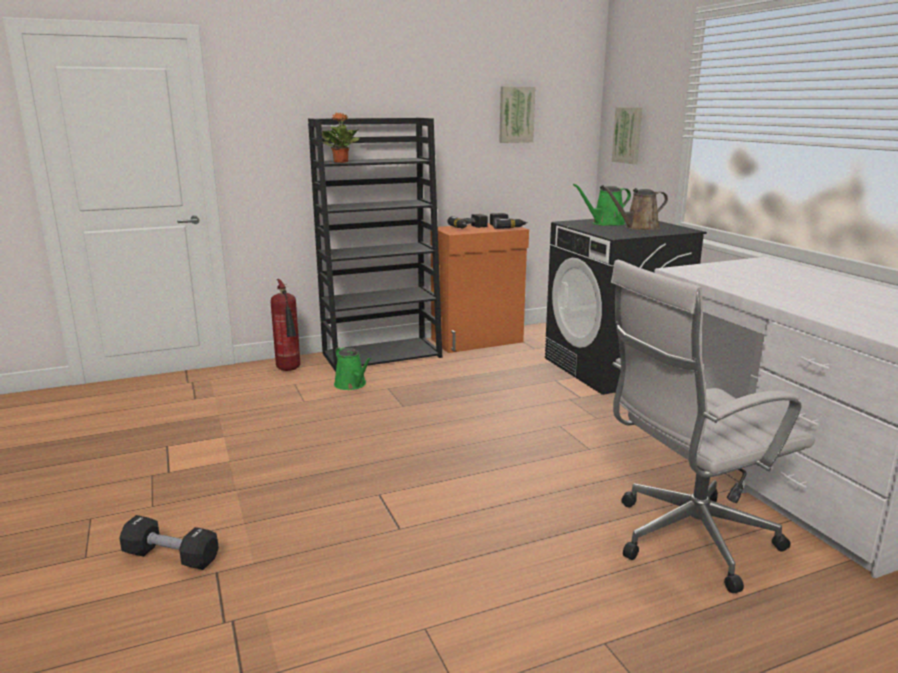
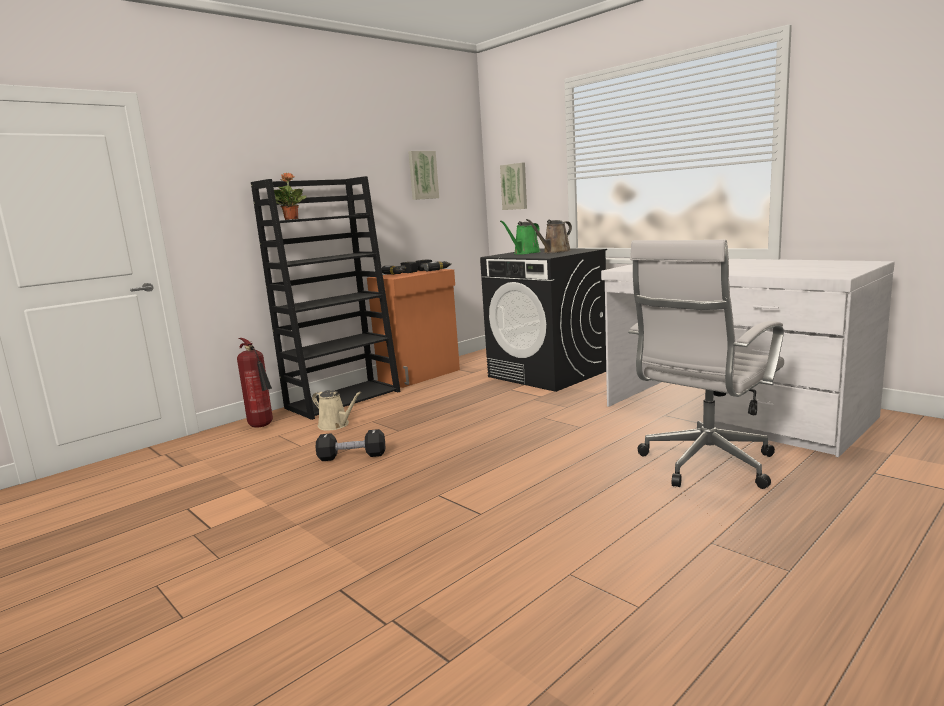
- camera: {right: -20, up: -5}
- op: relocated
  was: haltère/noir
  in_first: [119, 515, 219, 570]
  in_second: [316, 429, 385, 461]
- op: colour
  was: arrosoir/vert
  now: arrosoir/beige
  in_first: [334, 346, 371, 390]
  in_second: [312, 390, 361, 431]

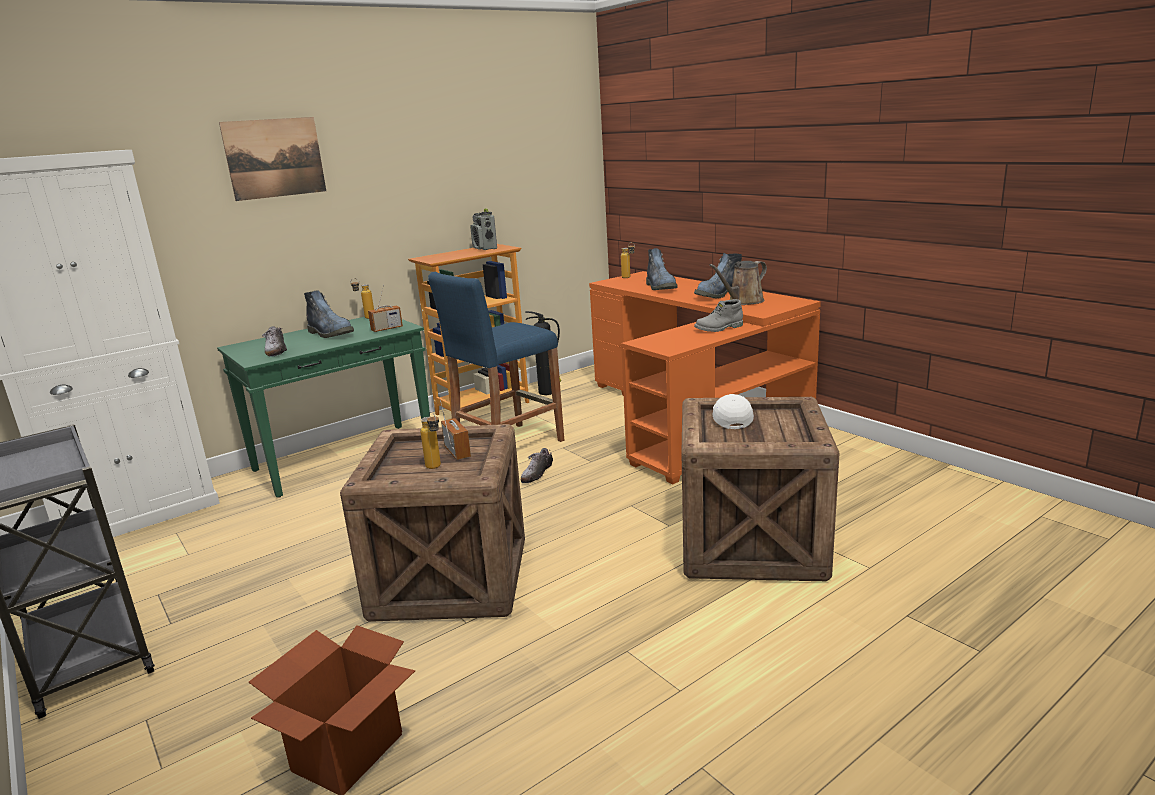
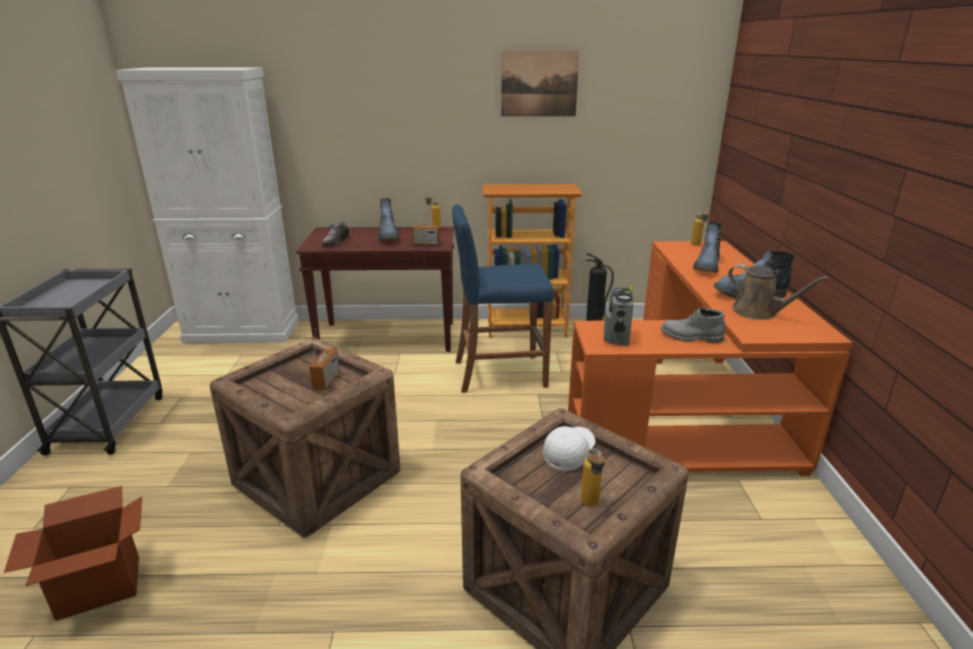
- camera: {right: 35, up: 5}
- op: missing
  was: chaussure
  in_first: [521, 448, 553, 483]
- op: relocated
  was: tableau
  in_first: [219, 117, 326, 201]
  in_second: [501, 51, 579, 117]
- op: relocated
  was: bouteille
  in_first: [420, 412, 441, 469]
  in_second: [581, 448, 605, 507]
- op: relocated
  was: radio
  in_first: [470, 208, 497, 250]
  in_second: [604, 285, 633, 346]
- op: colour
  was: table console/vert
  now: table console/marron
  in_first: [217, 317, 430, 498]
  in_second: [296, 227, 454, 352]
- op: spun
  was: arrosoir/marron
  in_first: [709, 261, 767, 305]
  in_second: [728, 264, 829, 320]
  clockwise: -135

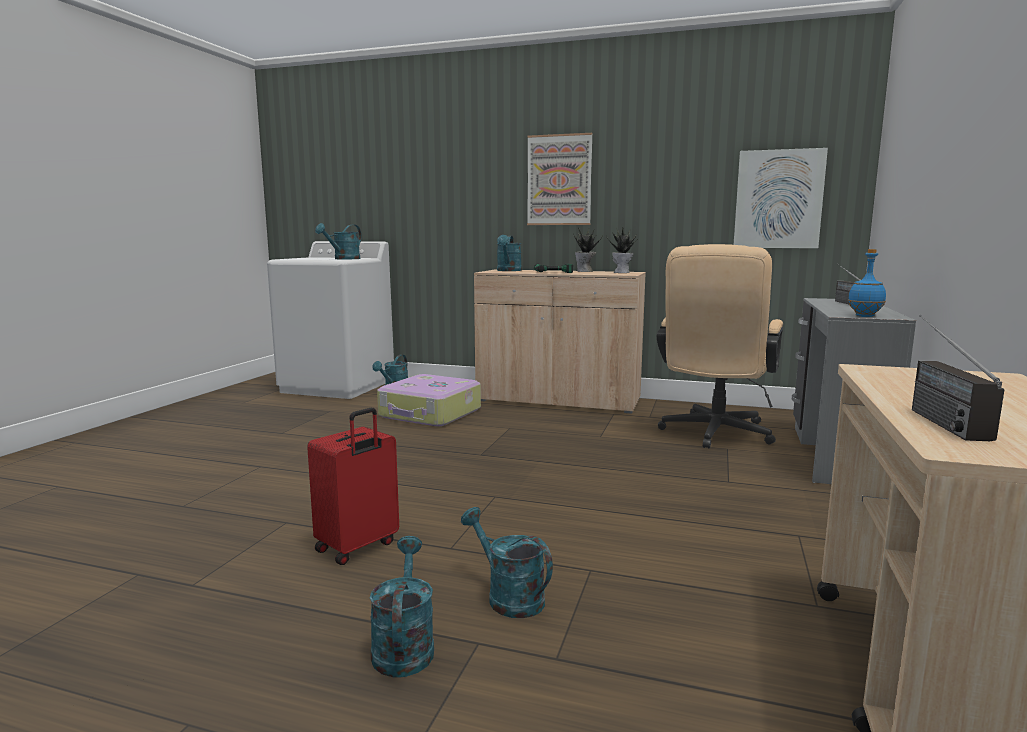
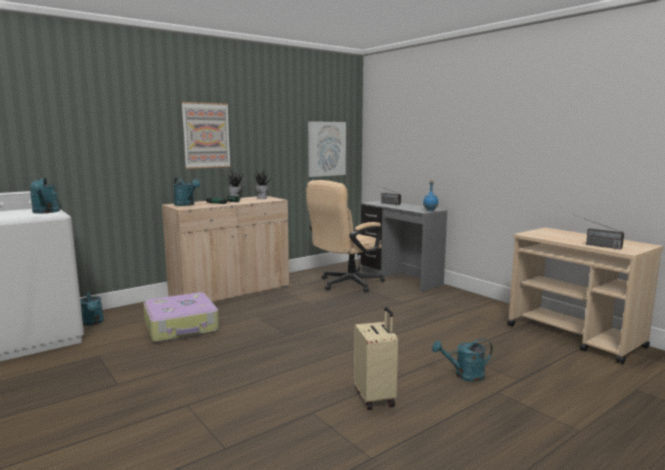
- camera: {right: -55, up: 0}
- op: missing
  was: arrosoir/turquoise
  in_first: [370, 536, 434, 678]
- op: colour
  was: valise/rouge
  now: valise/beige
  in_first: [307, 408, 399, 565]
  in_second: [354, 307, 398, 410]
- op: spun
  was: chaise de bureau/beige
  in_first: [657, 244, 783, 449]
  in_second: [306, 180, 385, 292]
  clockwise: 75

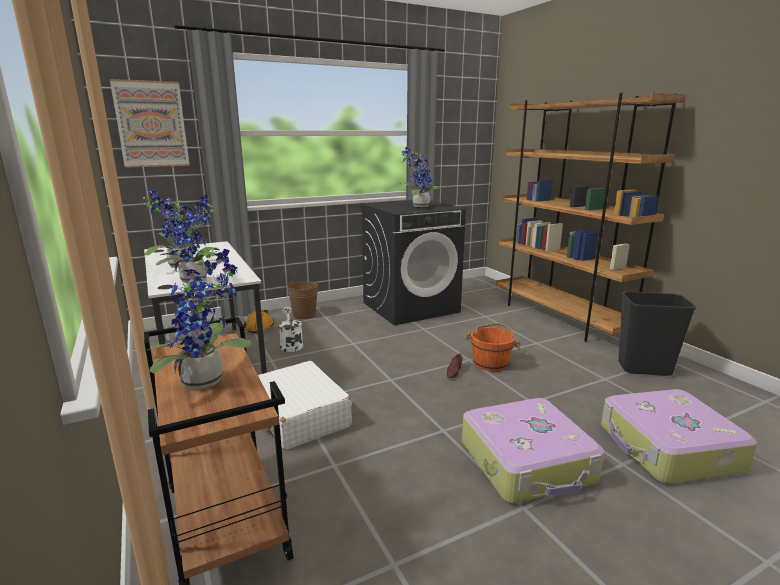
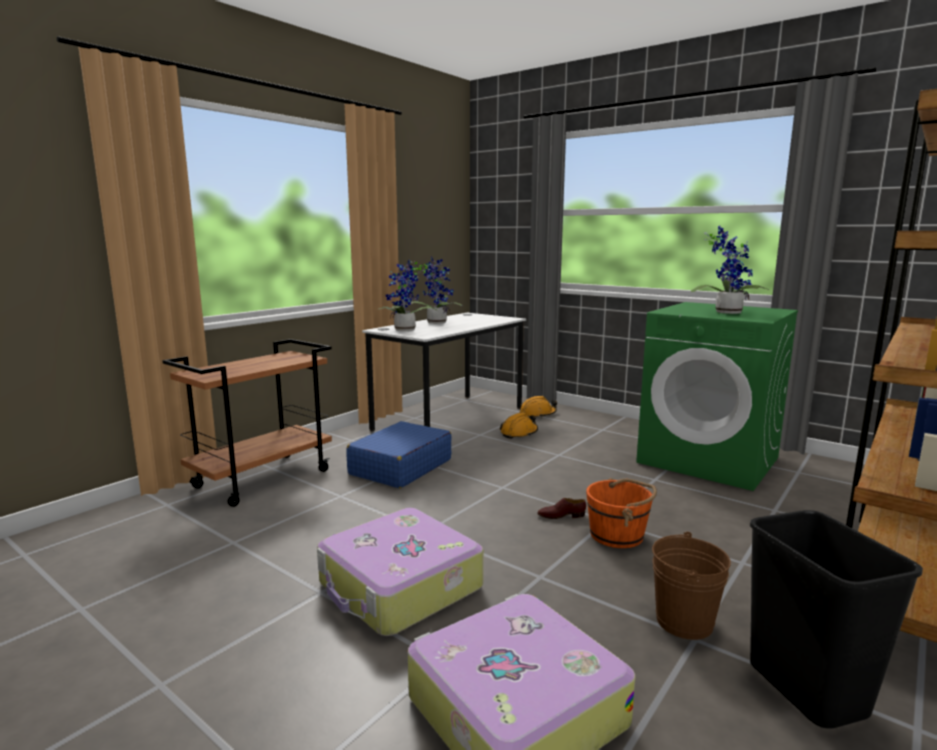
- camera: {right: 65, up: -5}
- op: missing
  was: tableau
  in_first: [110, 79, 190, 168]
- op: missing
  was: plante en pot
  in_first: [147, 249, 252, 389]
- op: relocated
  was: seau/marron
  in_first: [287, 281, 318, 319]
  in_second: [652, 532, 731, 640]
- op: exchanged
  was: arrosoir/blanc
  now: casque de chantier/orange
  in_first: [279, 307, 303, 352]
  in_second: [500, 412, 538, 439]
- op: colour
  was: valise/blanc
  now: valise/bleu
  in_first: [258, 361, 352, 450]
  in_second: [346, 421, 452, 488]
- op: colour
  was: lave-linge/noir
  now: lave-linge/vert
  in_first: [361, 200, 466, 325]
  in_second: [636, 302, 798, 491]

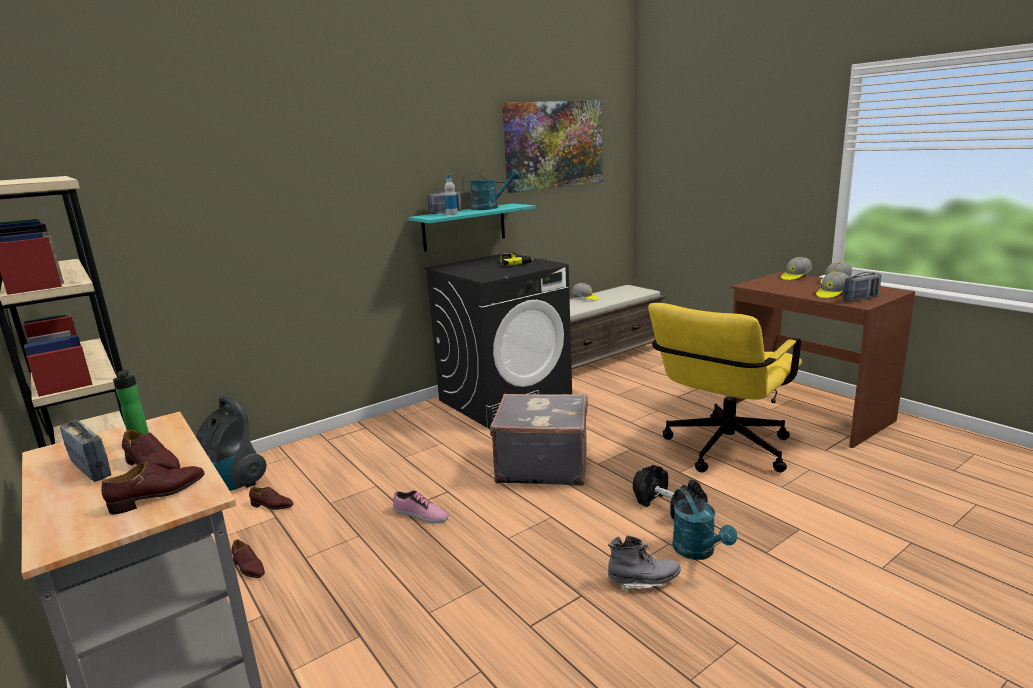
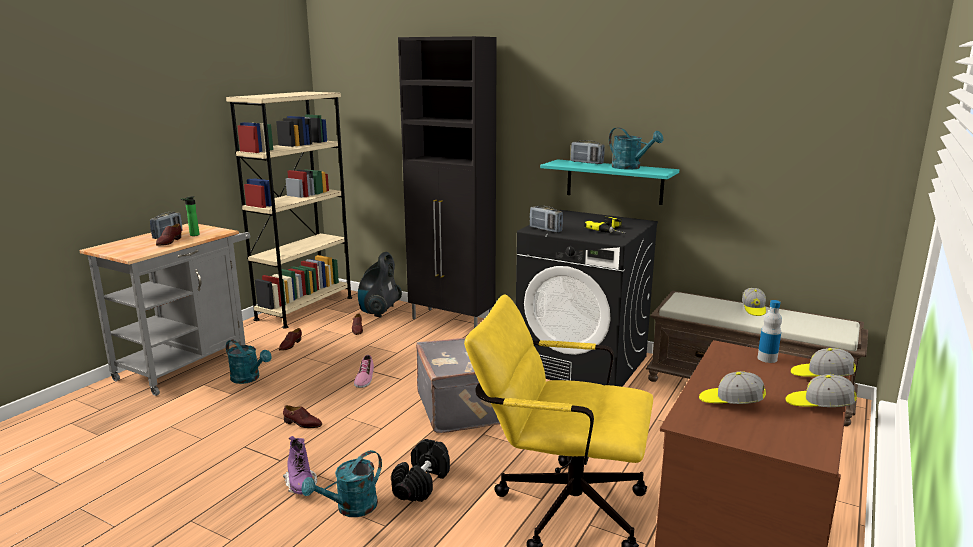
- camera: {right: 65, up: 0}
- op: missing
  was: tableau
  in_first: [502, 100, 603, 193]
- op: appeared
  now: arrosoir/turquoise
  in_second: [226, 340, 272, 384]
- op: appeared
  now: meuble de rangement/noir
  in_second: [398, 36, 497, 328]
- op: relocated
  was: chaussure/marron
  in_first: [101, 462, 205, 514]
  in_second: [283, 405, 322, 428]
- op: relocated
  was: bouteille
  in_first: [444, 175, 458, 215]
  in_second: [757, 300, 782, 363]
- op: relocated
  was: radio
  in_first: [843, 272, 881, 302]
  in_second: [530, 206, 563, 233]
- op: colour
  was: botte/gris
  now: botte/violet
  in_first: [608, 536, 681, 593]
  in_second: [283, 436, 317, 494]

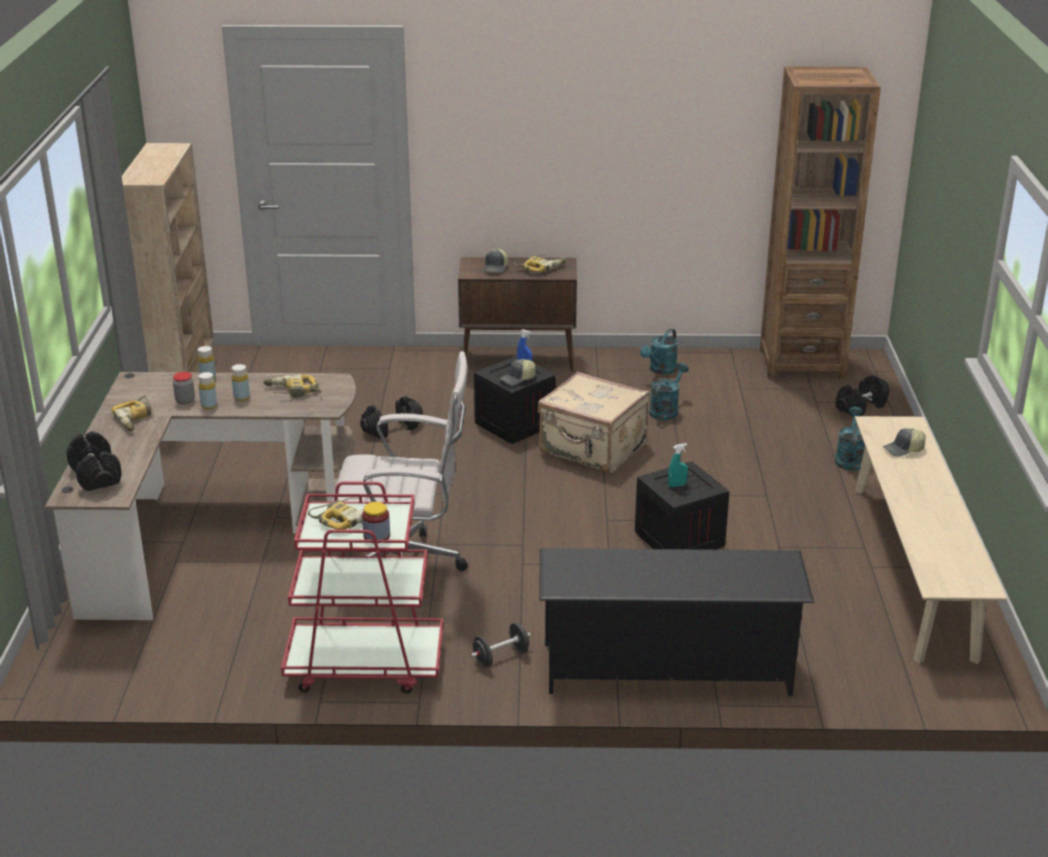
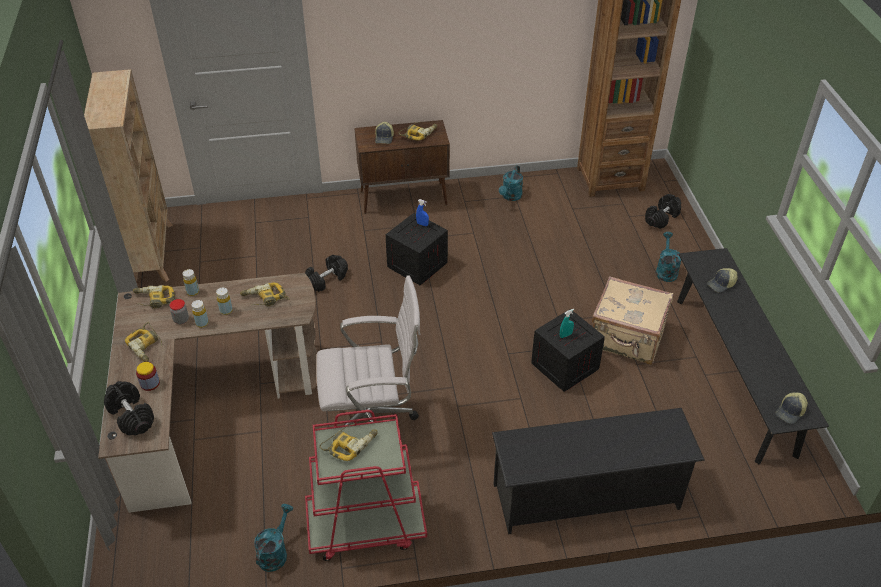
- camera: {right: -10, up: 15}
- op: missing
  was: haltère/noir
  in_first: [471, 623, 531, 667]
- op: appeared
  now: perceuse
  in_second: [133, 285, 175, 309]
- op: relocated
  was: bocal
  in_first: [362, 502, 390, 540]
  in_second: [136, 362, 160, 391]
- op: relocated
  was: casquette
  in_first: [499, 359, 536, 386]
  in_second: [775, 392, 808, 424]
- op: relocated
  was: valise/beige
  in_first: [538, 372, 649, 473]
  in_second: [591, 276, 674, 365]
- op: relocated
  was: arrosoir/turquoise
  in_first: [649, 363, 689, 420]
  in_second: [254, 504, 293, 572]
- op: colour
  was: banc/beige
  now: banc/noir
  in_first: [855, 416, 1007, 664]
  in_second: [677, 248, 829, 464]

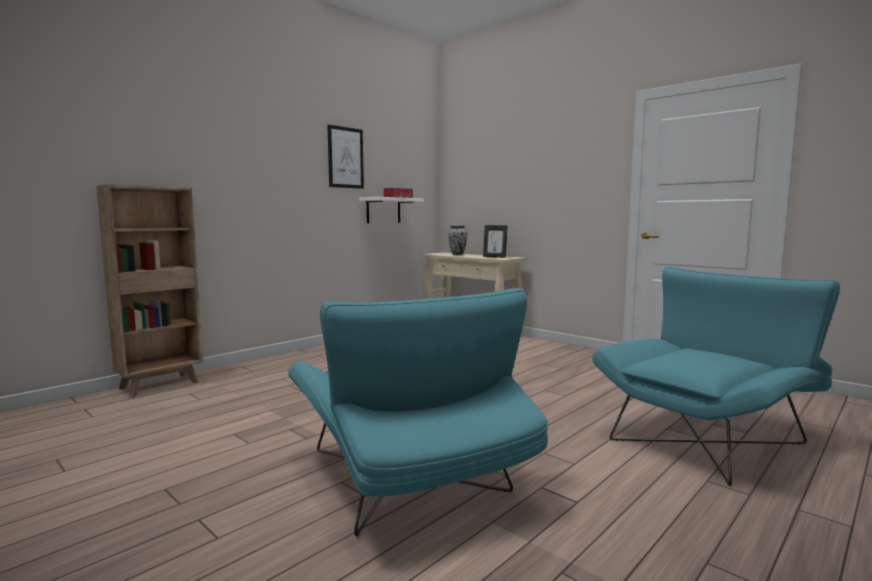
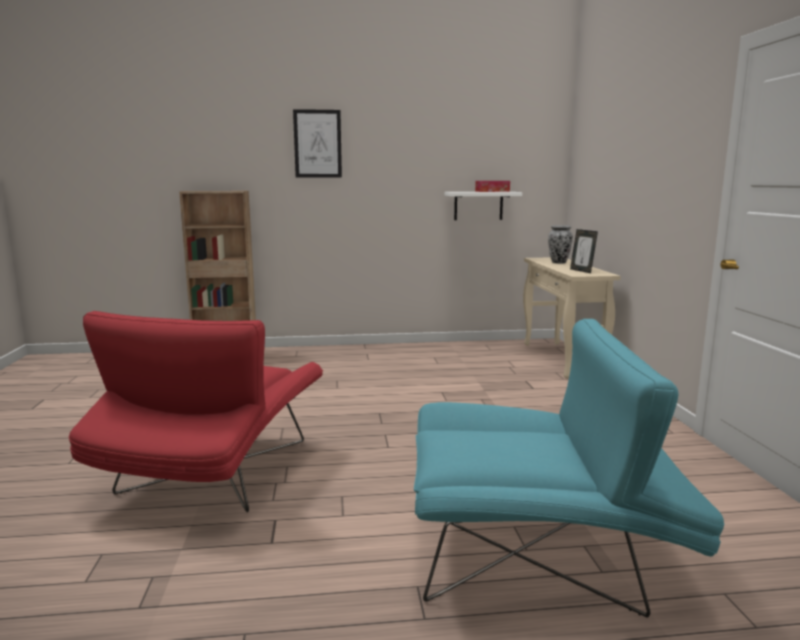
- camera: {right: 40, up: 5}
- op: relocated
  was: tableau
  in_first: [328, 125, 364, 189]
  in_second: [293, 109, 342, 178]
- op: colour
  was: fauteuil/turquoise
  now: fauteuil/rouge
  in_first: [287, 288, 548, 536]
  in_second: [69, 311, 323, 512]

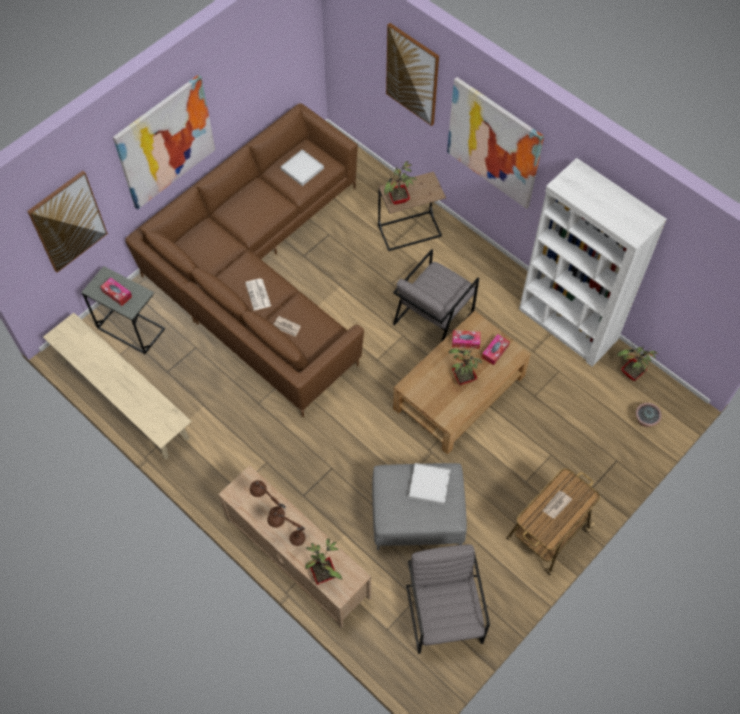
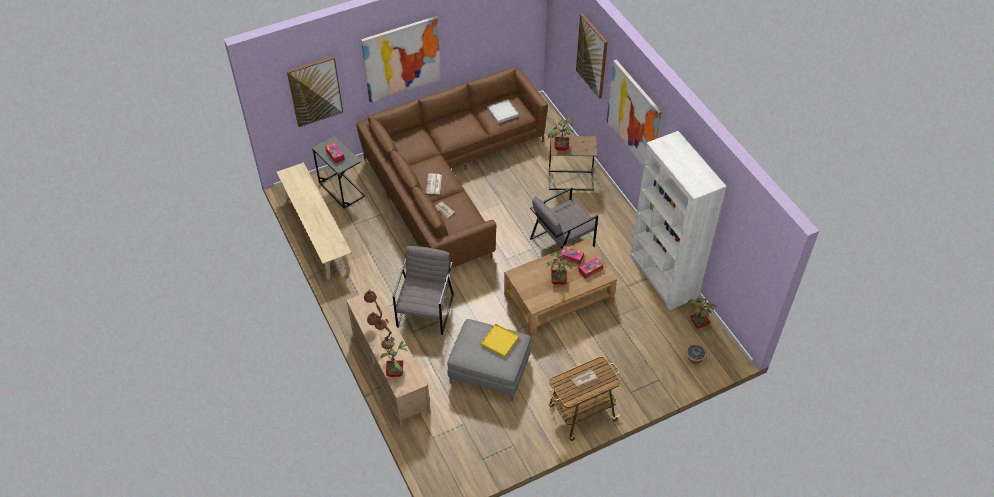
- camera: {right: 20, up: -10}
- op: relocated
  was: fauteuil/gris
  in_first: [406, 544, 490, 654]
  in_second: [393, 246, 454, 335]
- op: colour
  was: plateau/blanc
  now: plateau/jaune
  in_first: [409, 463, 451, 505]
  in_second: [481, 324, 519, 358]

